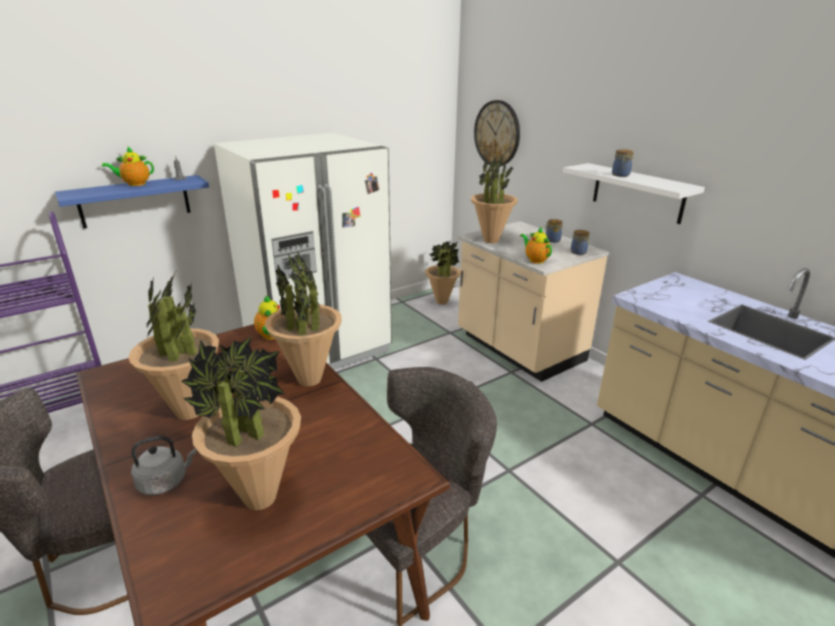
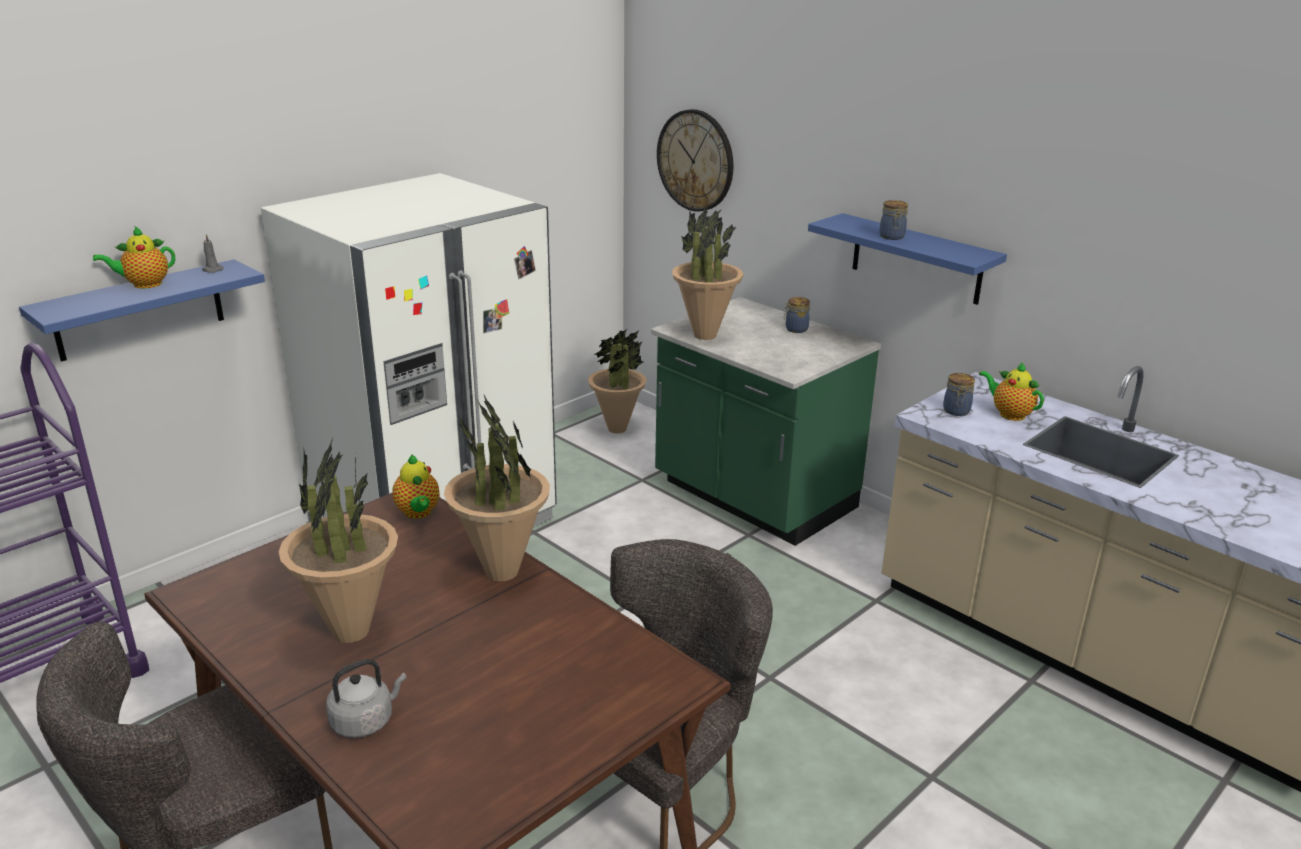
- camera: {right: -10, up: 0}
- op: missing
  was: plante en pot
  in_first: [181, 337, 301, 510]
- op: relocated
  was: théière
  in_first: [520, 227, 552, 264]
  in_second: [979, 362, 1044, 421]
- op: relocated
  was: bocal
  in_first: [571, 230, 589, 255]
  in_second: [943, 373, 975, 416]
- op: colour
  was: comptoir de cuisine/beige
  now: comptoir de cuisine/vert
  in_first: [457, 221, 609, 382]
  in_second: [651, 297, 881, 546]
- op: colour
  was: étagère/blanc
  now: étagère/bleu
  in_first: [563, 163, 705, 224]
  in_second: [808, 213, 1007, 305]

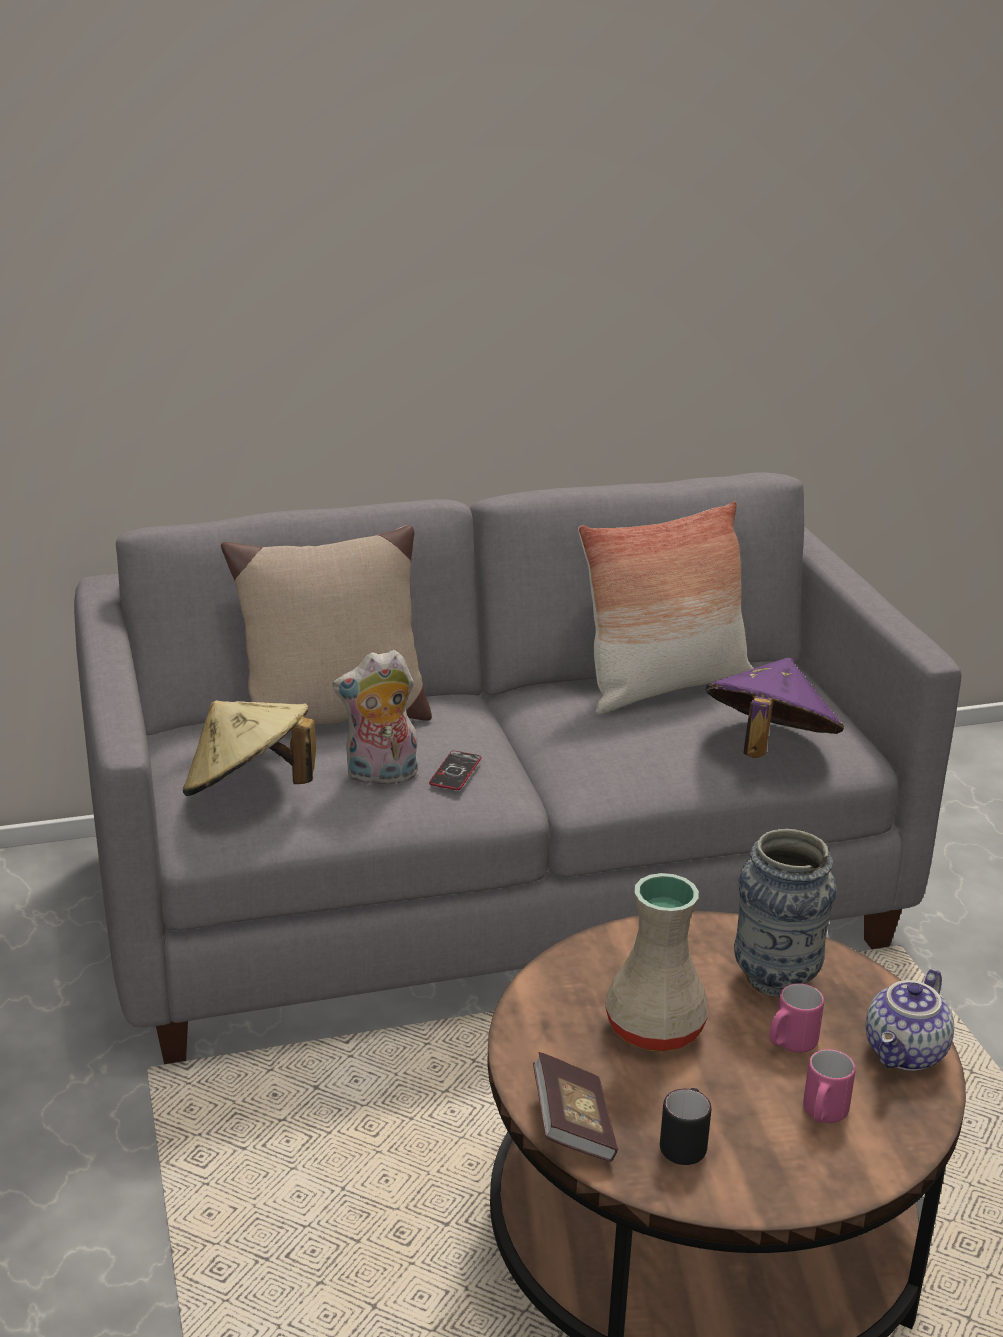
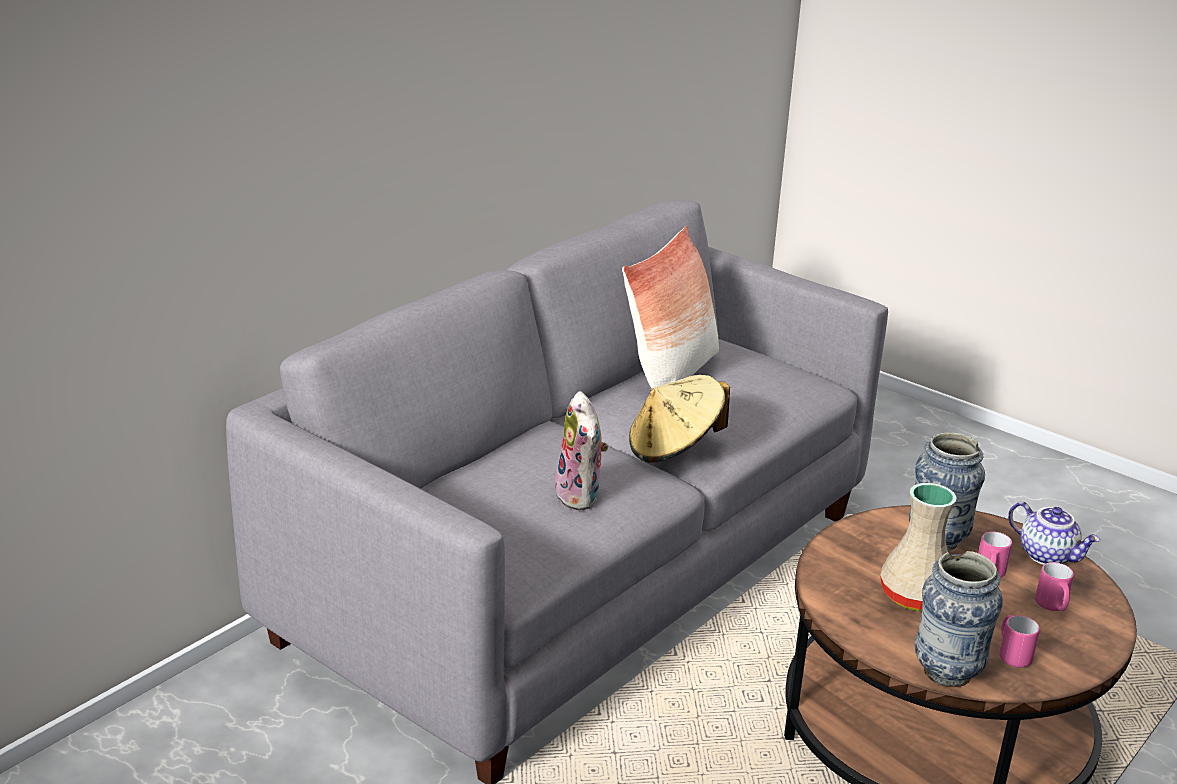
- camera: {right: -35, up: 0}
- op: missing
  was: coussin/beige
  in_first: [221, 525, 432, 725]
- op: missing
  was: téléphone
  in_first: [429, 751, 482, 790]
- op: missing
  was: chapeau/violet
  in_first: [705, 657, 844, 758]
- op: relocated
  was: chapeau/beige
  in_first: [183, 700, 316, 796]
  in_second: [629, 375, 730, 463]
- op: exchanged
  was: livre
  now: vase
  in_first: [533, 1052, 618, 1162]
  in_second: [915, 551, 1003, 687]
- op: colour
  was: mug/noir
  now: mug/rose
  in_first: [660, 1088, 711, 1165]
  in_second: [999, 615, 1040, 667]
- op: spun
  was: peluche
  in_first: [332, 650, 419, 788]
  in_second: [555, 391, 608, 510]
  clockwise: -60
- op: spun
  was: théière
  in_first: [866, 969, 954, 1071]
  in_second: [1008, 502, 1100, 565]
  clockwise: -45

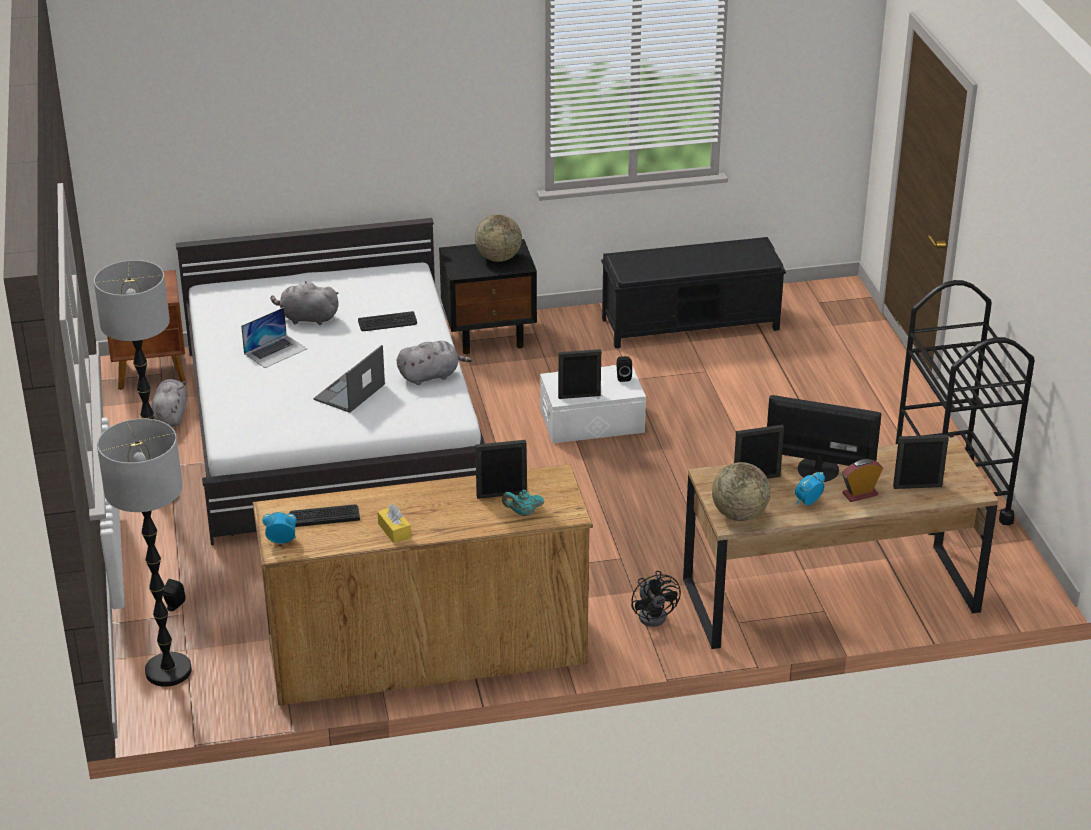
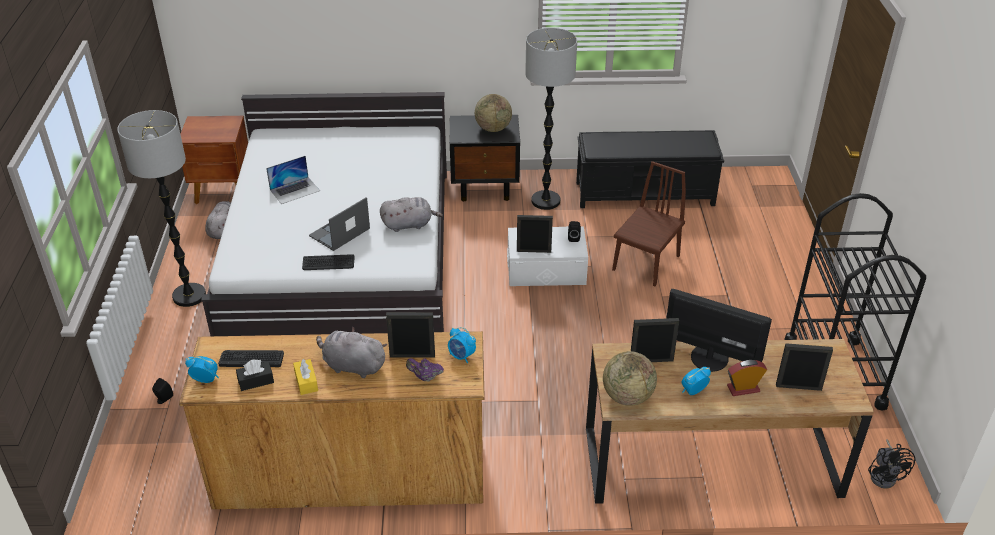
- camera: {right: 10, up: 5}
- op: appeared
  now: boîte à mouchoirs/noir
  in_second: [236, 360, 274, 391]
- op: appeared
  now: réveil
  in_second: [448, 327, 476, 363]
- op: appeared
  now: chaise/marron
  in_second: [612, 161, 686, 286]
- op: relocated
  was: lampadaire
  in_first: [97, 418, 192, 687]
  in_second: [525, 28, 577, 210]
- op: relocated
  was: peluche/gris
  in_first: [271, 282, 339, 325]
  in_second: [316, 327, 387, 378]
- op: relocated
  was: clavier
  in_first: [358, 311, 417, 331]
  in_second: [302, 254, 355, 270]
- op: relocated
  was: ventilateur/noir
  in_first: [631, 571, 681, 627]
  in_second: [868, 439, 915, 489]
- op: colour
  was: théière/turquoise
  now: théière/violet
  in_first: [502, 490, 544, 516]
  in_second: [406, 358, 444, 382]

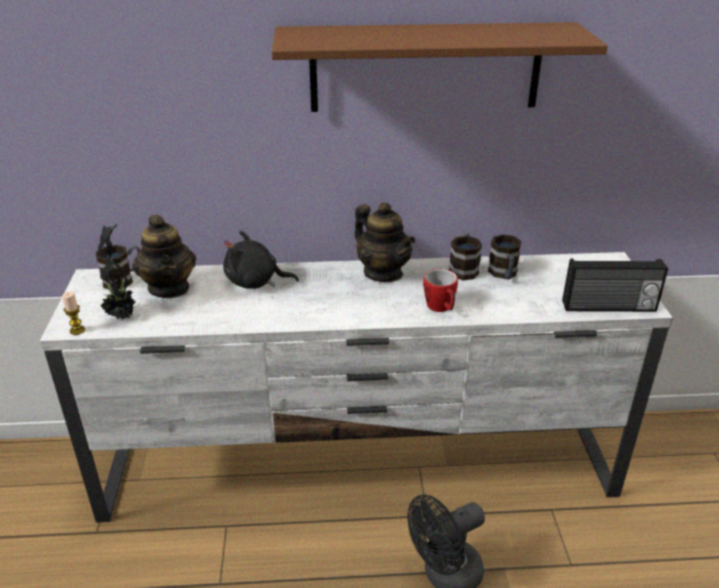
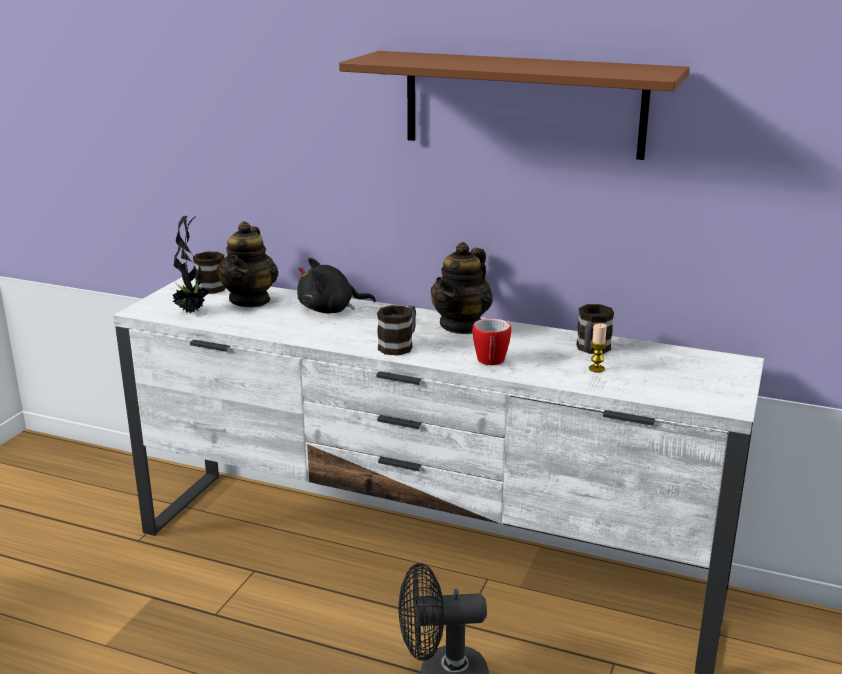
- camera: {right: 25, up: -10}
- op: missing
  was: radio
  in_first: [562, 259, 668, 312]
- op: relocated
  was: bougie
  in_first: [62, 291, 85, 335]
  in_second: [589, 323, 607, 373]
- op: relocated
  was: mug
  in_first: [449, 233, 482, 280]
  in_second: [377, 305, 416, 356]
- op: spun
  was: peluche/noir
  in_first: [223, 231, 299, 289]
  in_second: [297, 258, 376, 313]
  clockwise: -45
- op: spun
  was: théière
  in_first: [354, 202, 415, 282]
  in_second: [431, 242, 493, 334]
  clockwise: 45

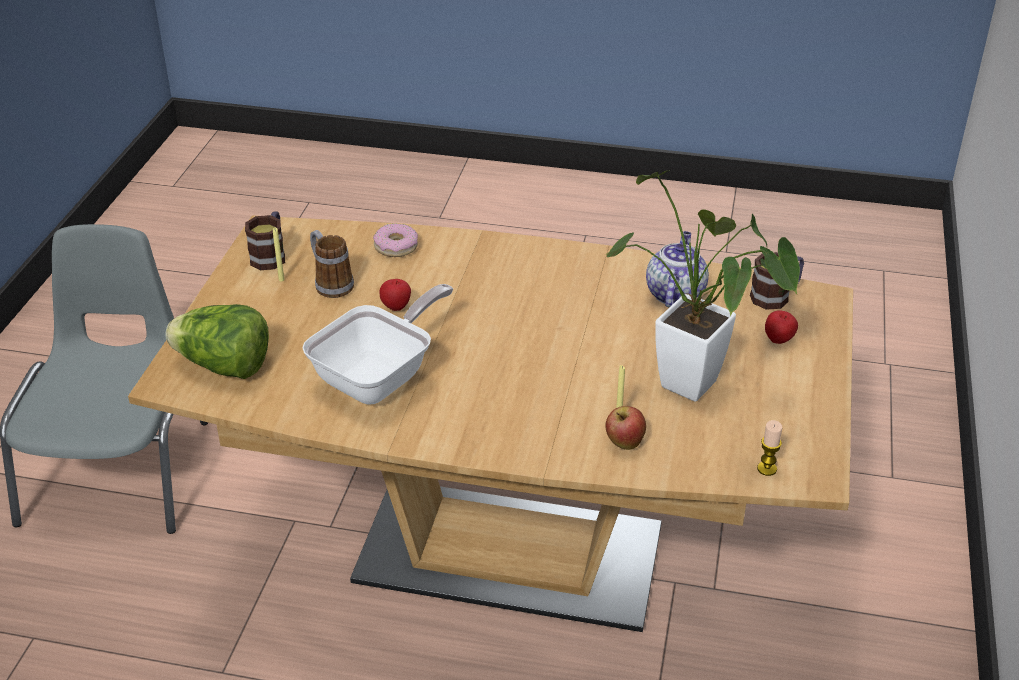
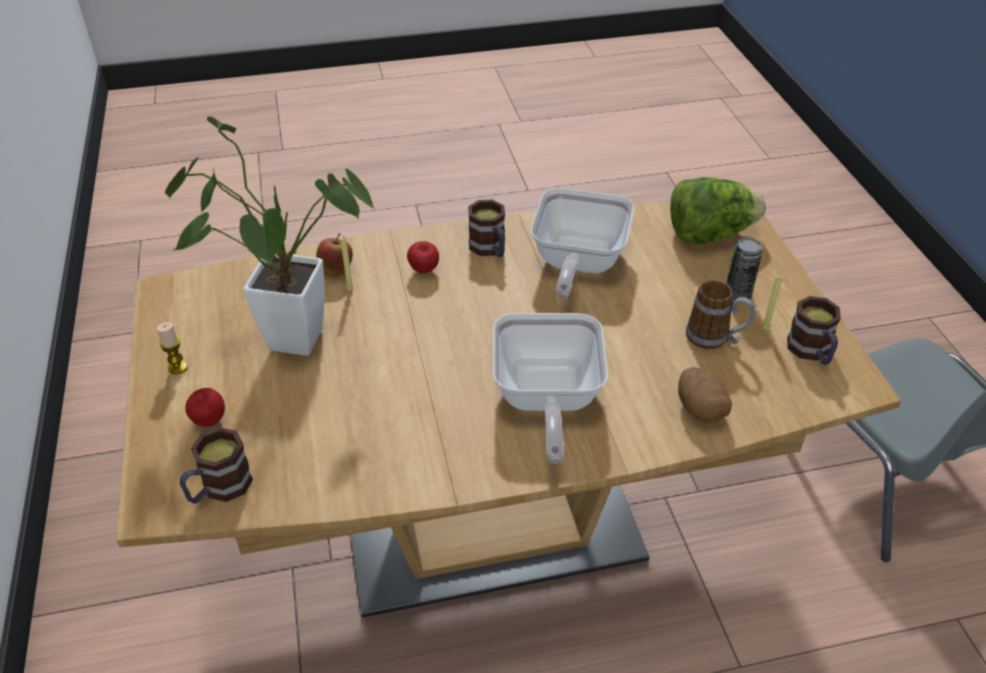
- camera: {right: 155, up: 5}
- op: missing
  was: théière
  in_first: [646, 231, 709, 307]
- op: appeared
  now: mug
  in_second: [468, 200, 505, 257]
- op: appeared
  now: poêle
  in_second: [493, 313, 608, 464]
- op: appeared
  now: boîte métallique
  in_second: [727, 238, 762, 301]
- op: relocated
  was: pomme
  in_first: [380, 279, 411, 311]
  in_second: [407, 241, 439, 273]
- op: relocated
  was: bougie
  in_first: [757, 420, 782, 476]
  in_second: [157, 322, 188, 374]
- op: exchanged
  was: beignet
  now: pomme de terre
  in_first: [373, 223, 418, 257]
  in_second: [678, 367, 732, 423]

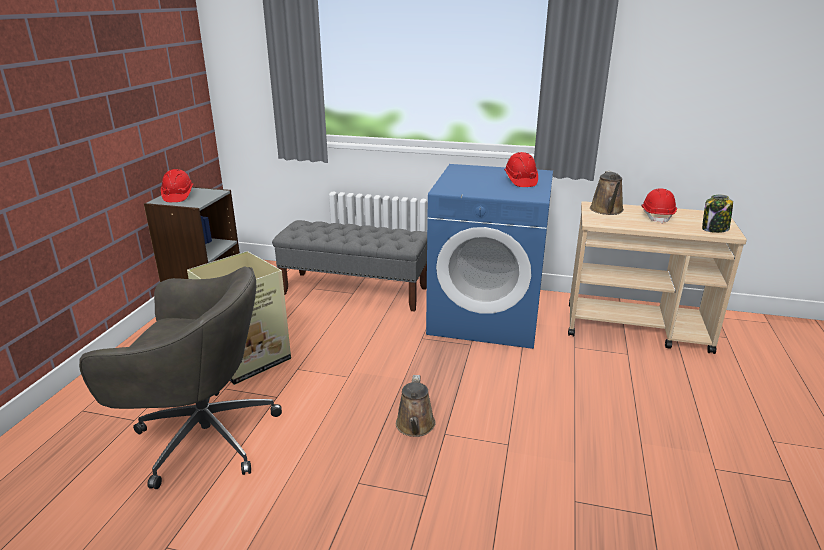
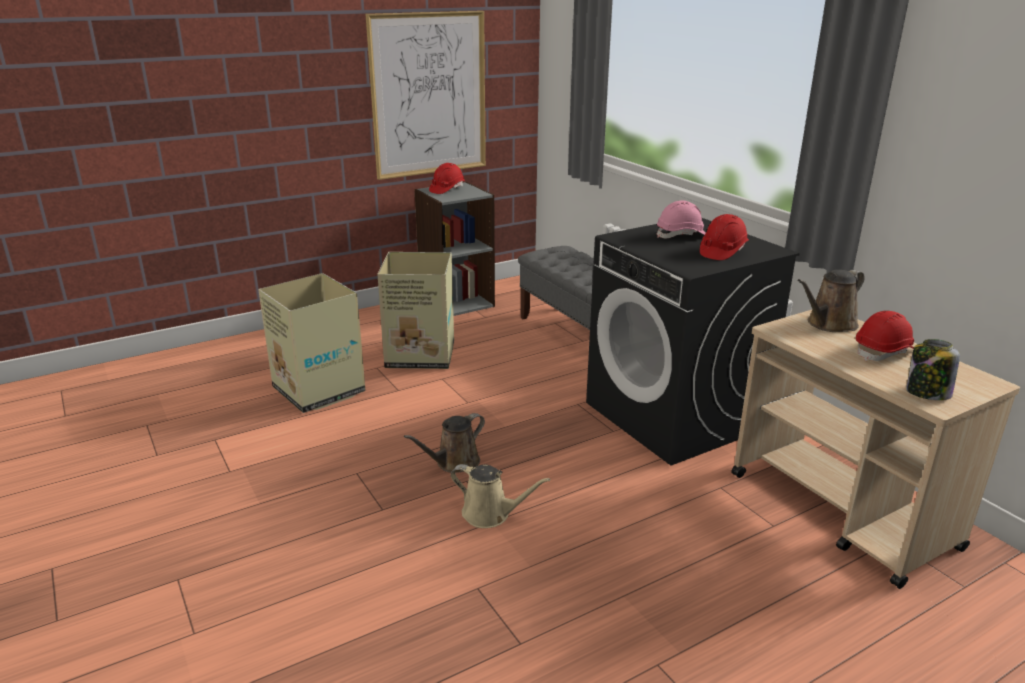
- camera: {right: 45, up: 0}
- op: appeared
  now: tableau
  in_second: [366, 11, 486, 180]
- op: appeared
  now: arrosoir/beige
  in_second: [451, 464, 550, 528]
- op: appeared
  now: casque de chantier/rose
  in_second: [657, 200, 706, 238]
- op: exchanged
  was: chaise de bureau/gris
  now: carton
  in_first: [79, 267, 282, 489]
  in_second: [258, 273, 366, 413]
- op: colour
  was: lave-linge/bleu
  now: lave-linge/noir
  in_first: [426, 164, 553, 349]
  in_second: [586, 218, 800, 465]

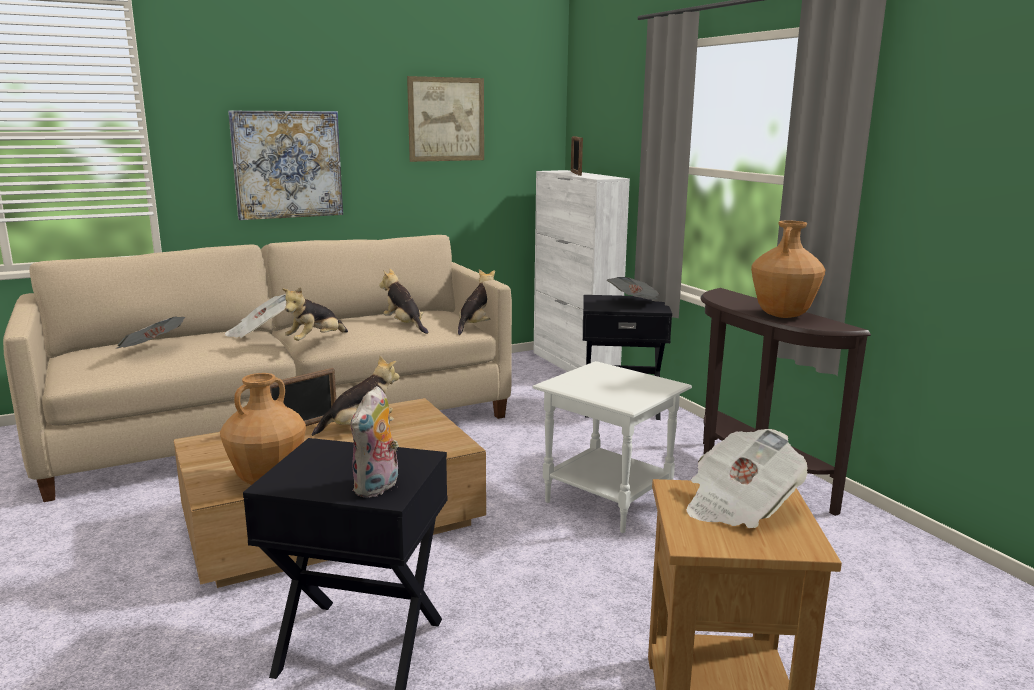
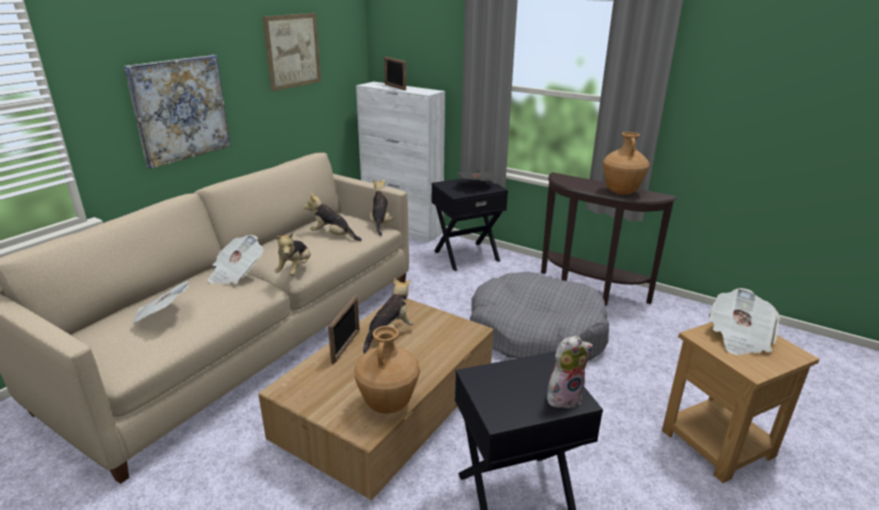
- camera: {right: -30, up: 10}
- op: exchanged
  was: table d'appoint/blanc
  now: panier pour chien/gris
  in_first: [533, 361, 692, 533]
  in_second: [470, 272, 609, 361]
- op: spun
  was: peluche
  in_first: [351, 386, 399, 498]
  in_second: [547, 336, 593, 409]
  clockwise: -105

